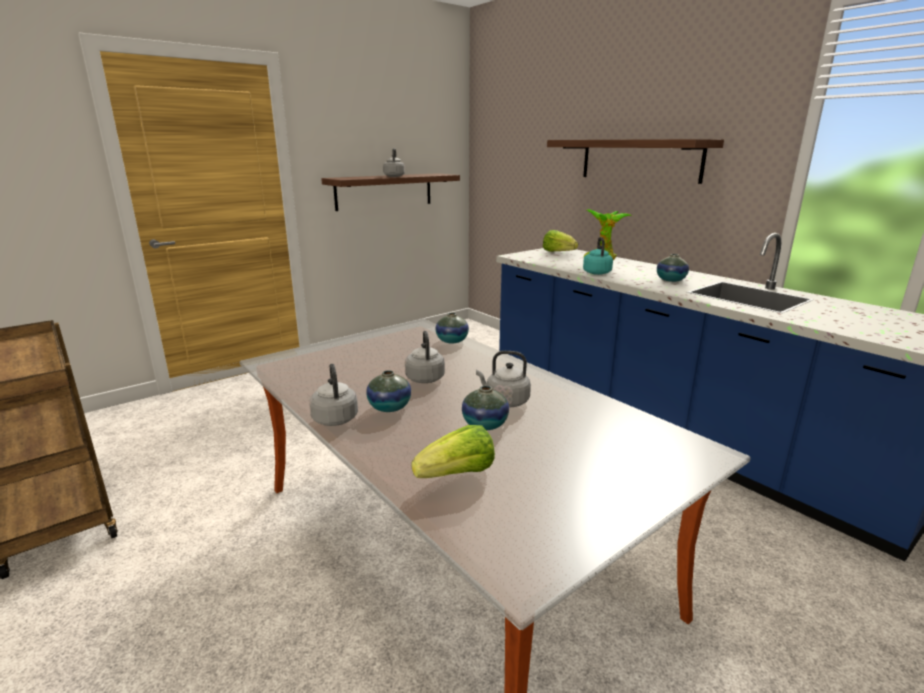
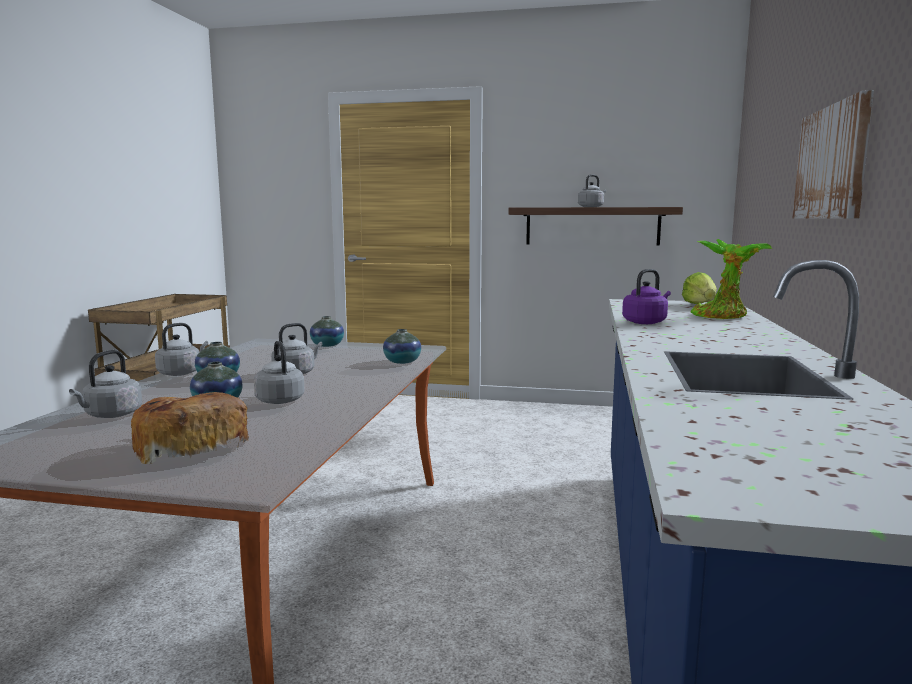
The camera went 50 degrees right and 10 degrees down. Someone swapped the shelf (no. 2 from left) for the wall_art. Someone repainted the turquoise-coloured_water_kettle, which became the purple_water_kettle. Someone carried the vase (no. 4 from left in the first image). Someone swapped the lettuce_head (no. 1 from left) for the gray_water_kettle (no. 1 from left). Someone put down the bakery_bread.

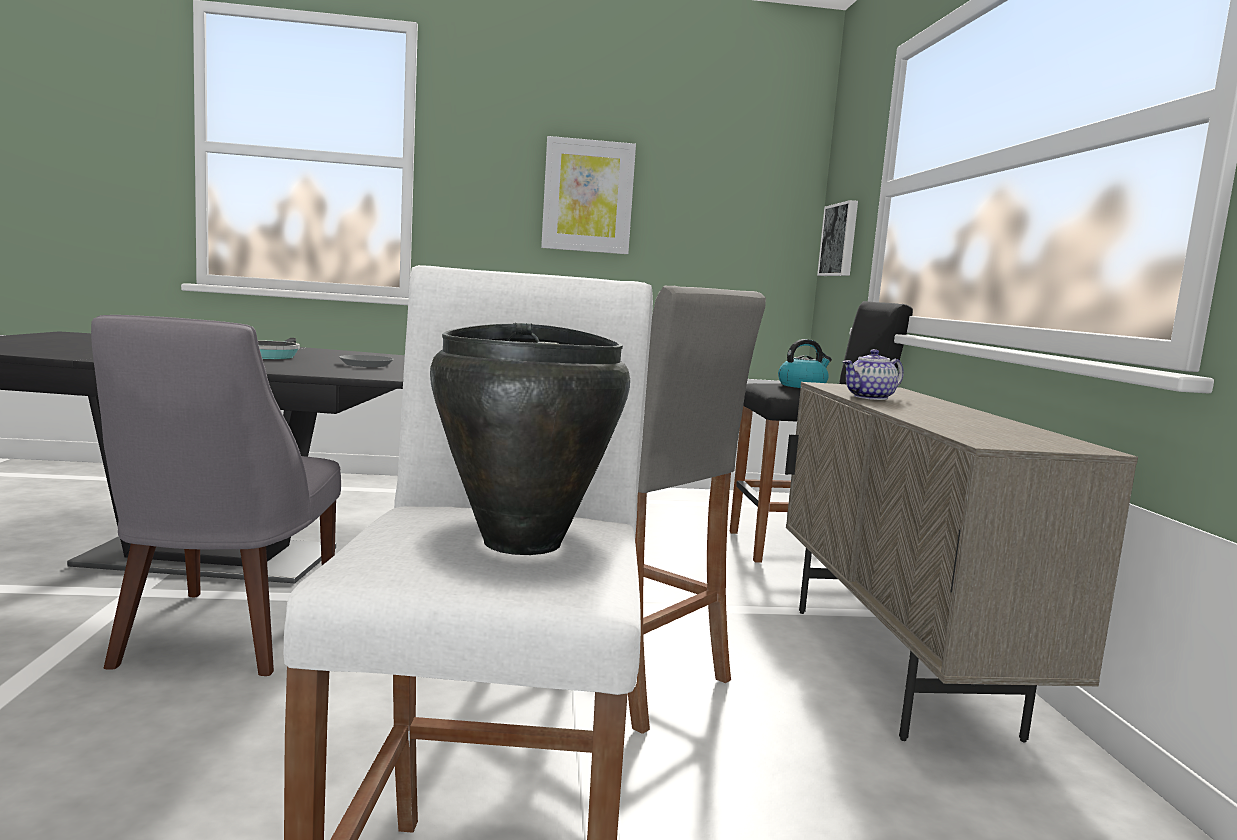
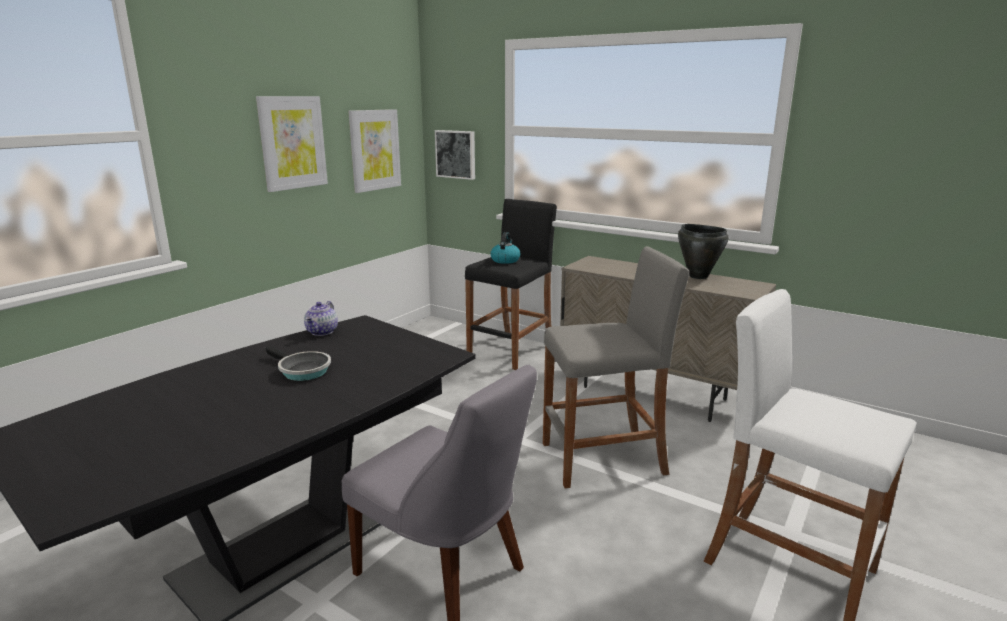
The camera went 50 degrees left and 10 degrees up. Someone carried the blackish_saucepot. Someone carried the tea_pot. Someone took away the gray_plate. Someone put up the wall_art (no. 2 from left).

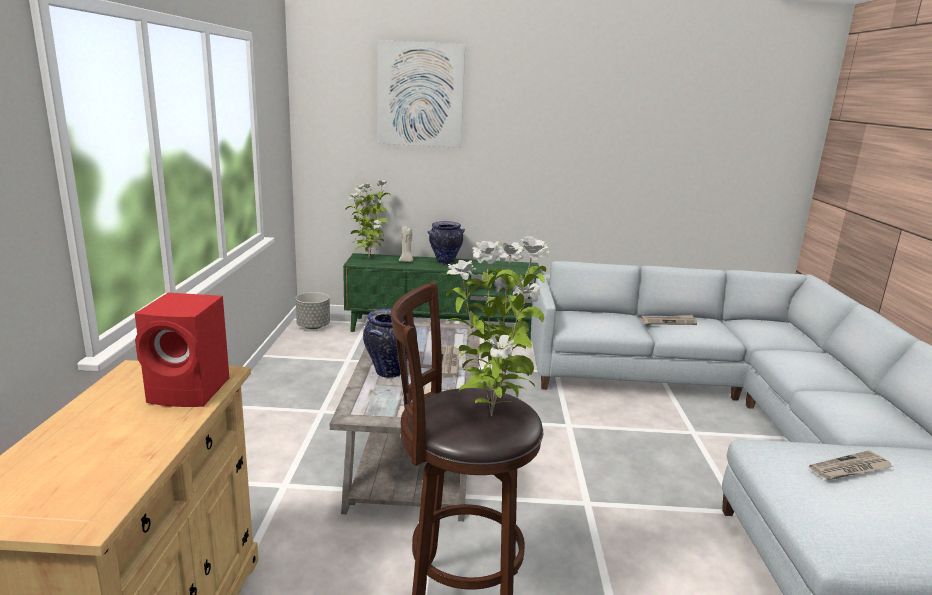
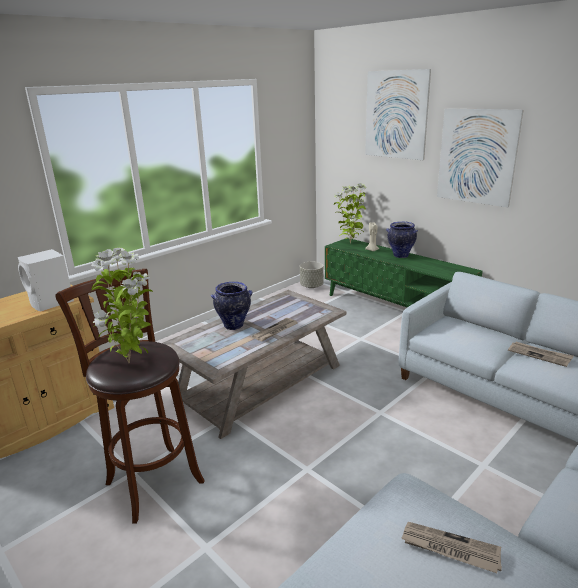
The camera went 45 degrees right and 5 degrees up. Someone repainted the red-coloured_speaker, which became the white-coloured_speaker. Someone put up the wall_art (no. 2 from left).

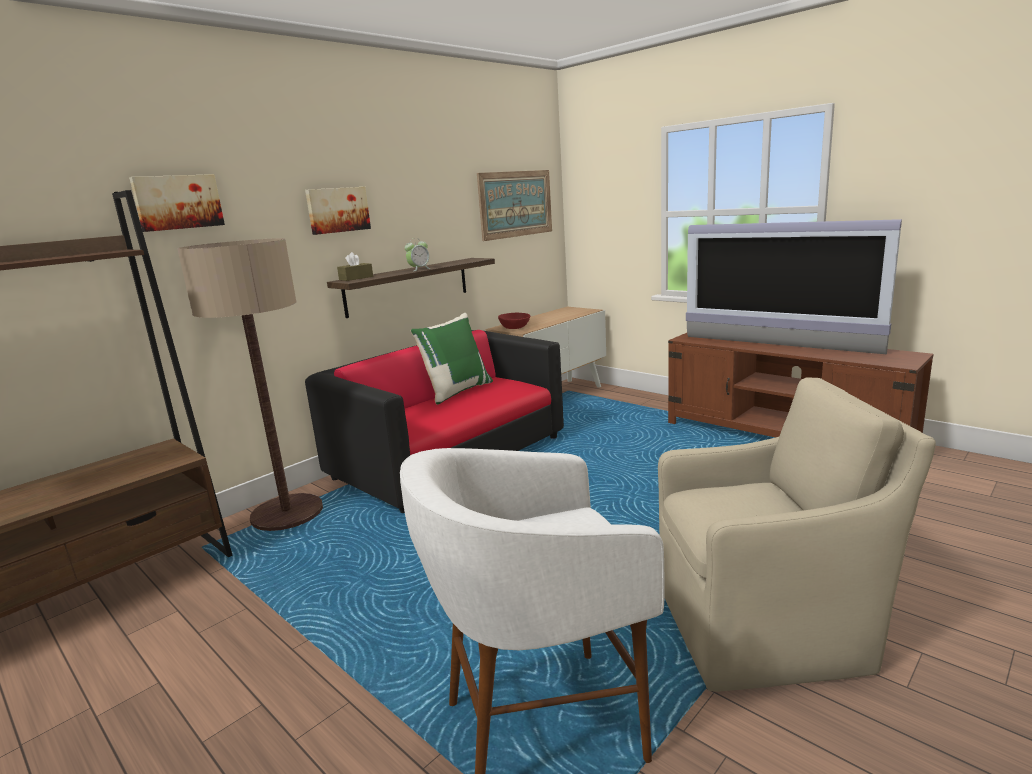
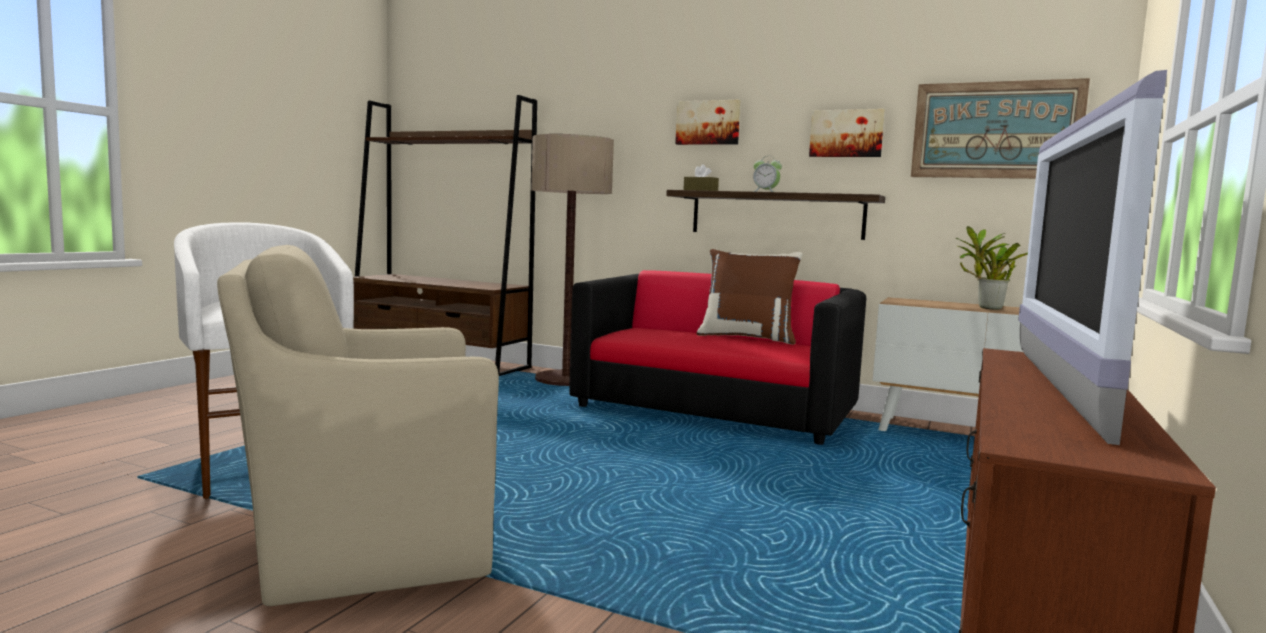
The camera went 70 degrees right and 10 degrees down. Someone carried the wall_art (no. 1 from left in the first image). Someone repainted the greenish_pillow, which became the brownish_pillow. Someone took away the red-coloured_bowl. Someone rotated the sand-coloured_lounge_chair by 90 degrees clockwise. Someone put down the plant_in_a_pot.

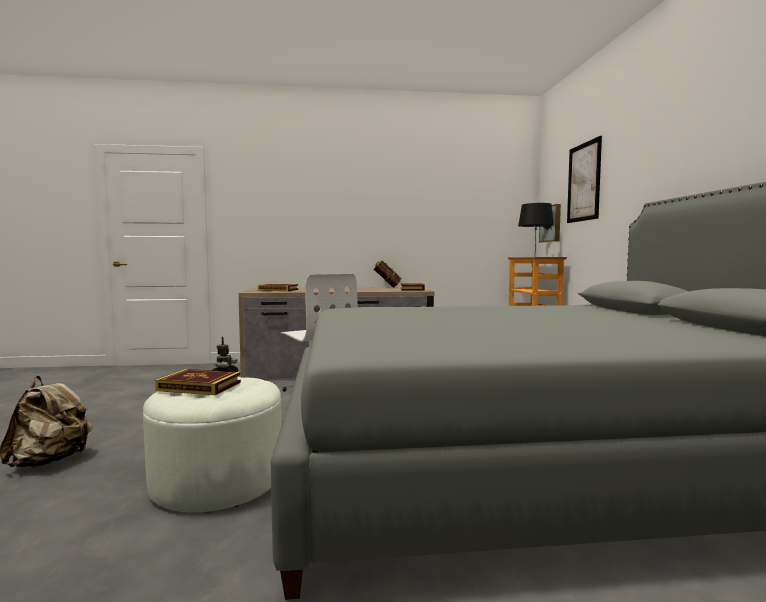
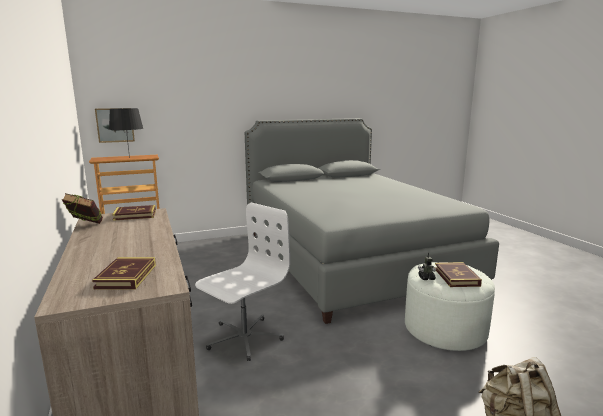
The camera went 105 degrees left and 10 degrees up. Someone took away the wall_art (no. 2 from left).

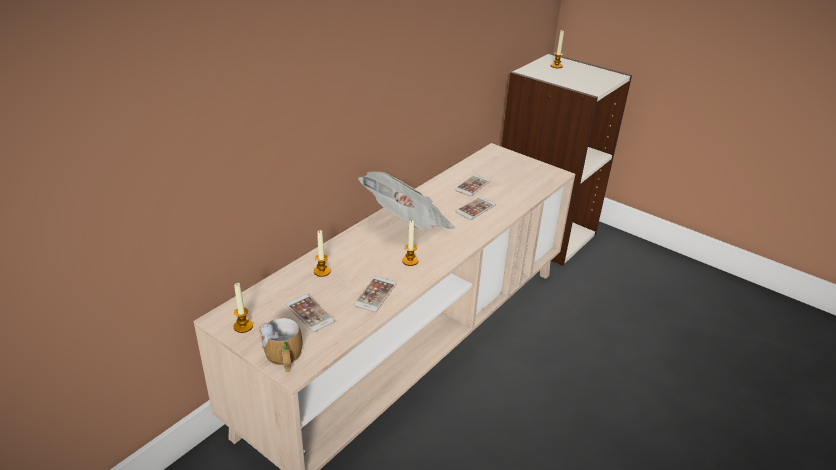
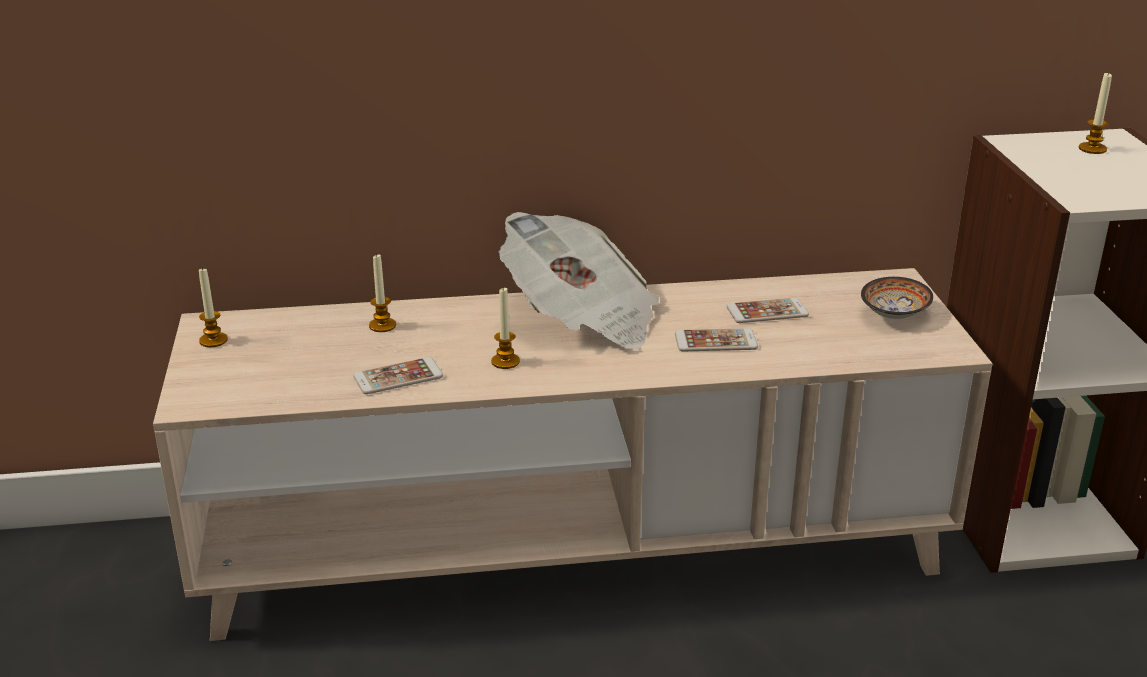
The camera went 45 degrees right and 5 degrees down. Someone took away the handset (no. 1 from left). Someone took away the coffee_mug. Someone put down the bowl.

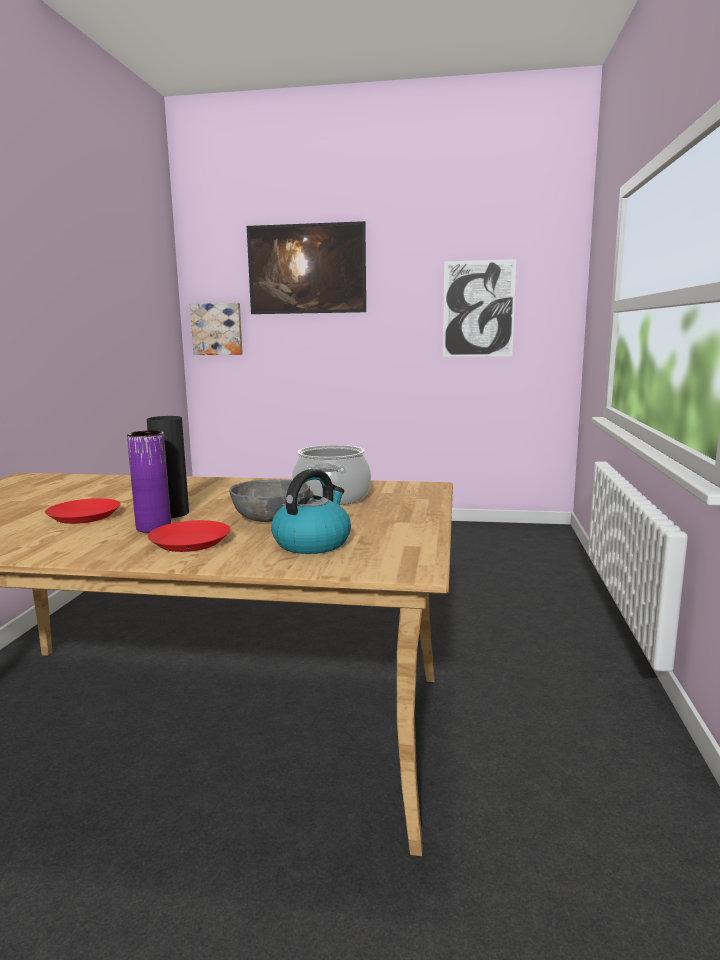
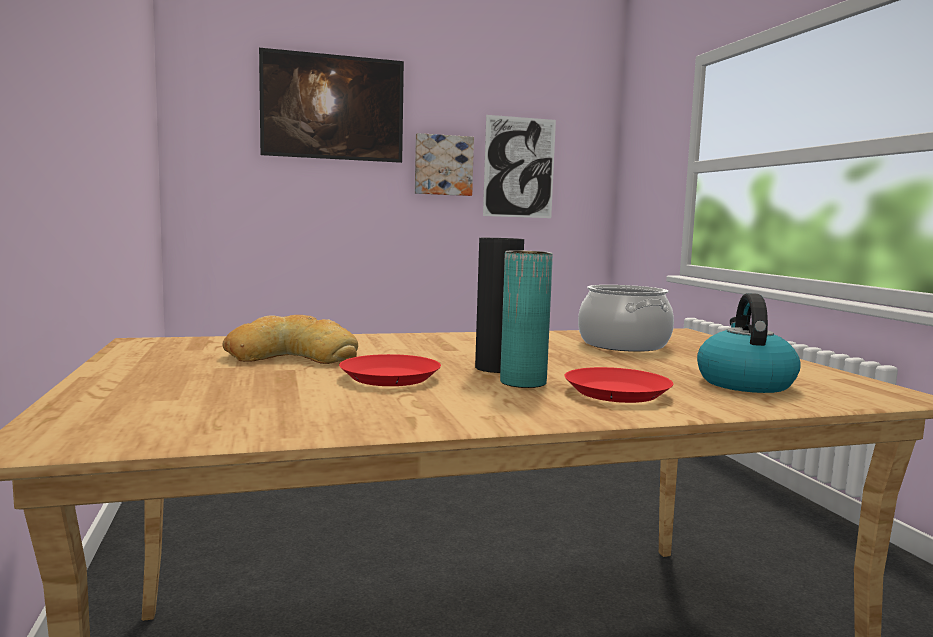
The camera went 25 degrees left and 5 degrees down. Someone carried the wall_art (no. 1 from left in the first image). Someone repainted the purple_vase, which became the turquoise-coloured_vase. Someone took away the gray_bowl. Someone put down the bakery_bread.

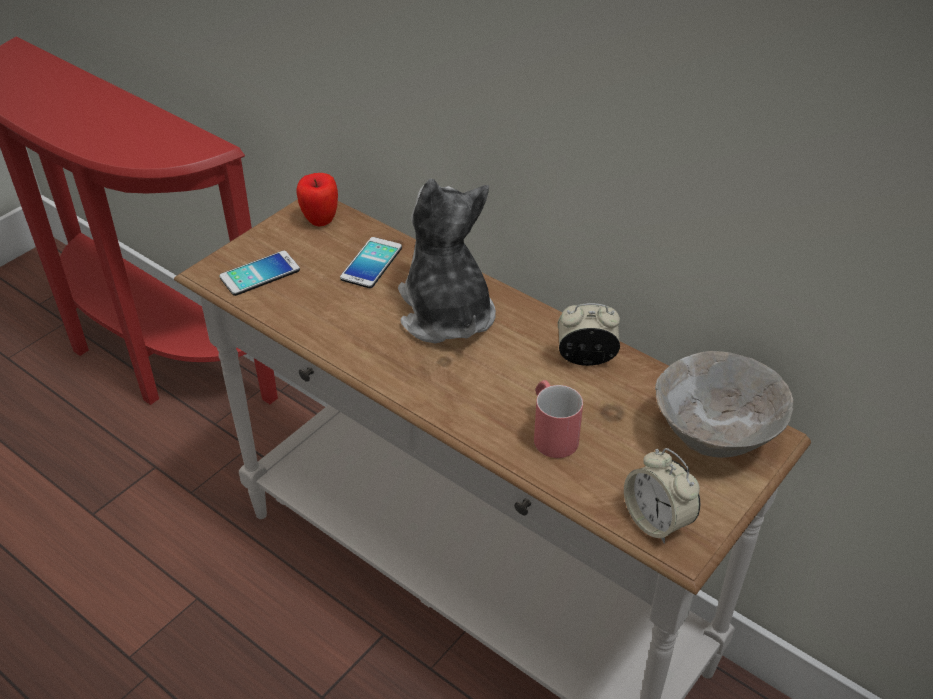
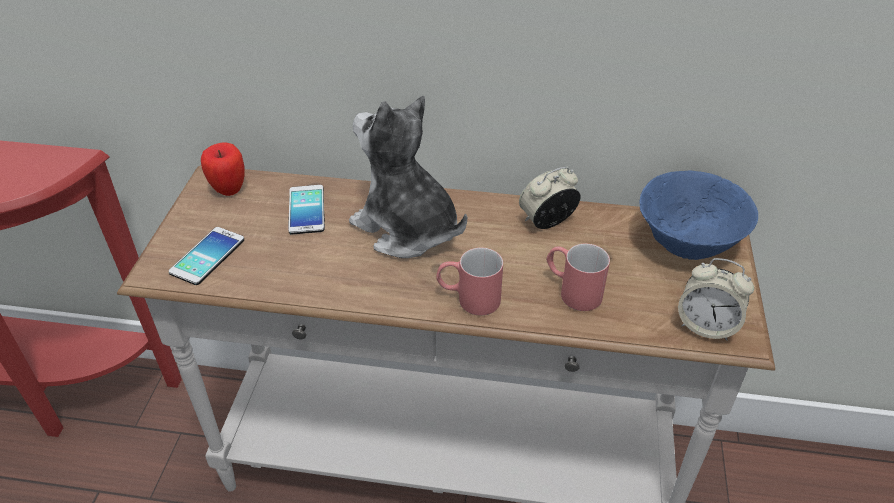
The camera went 30 degrees left and 0 degrees up. Someone repainted the gray_bowl, which became the blue_bowl. Someone put down the red-coloured_coffee_mug (no. 1 from left).

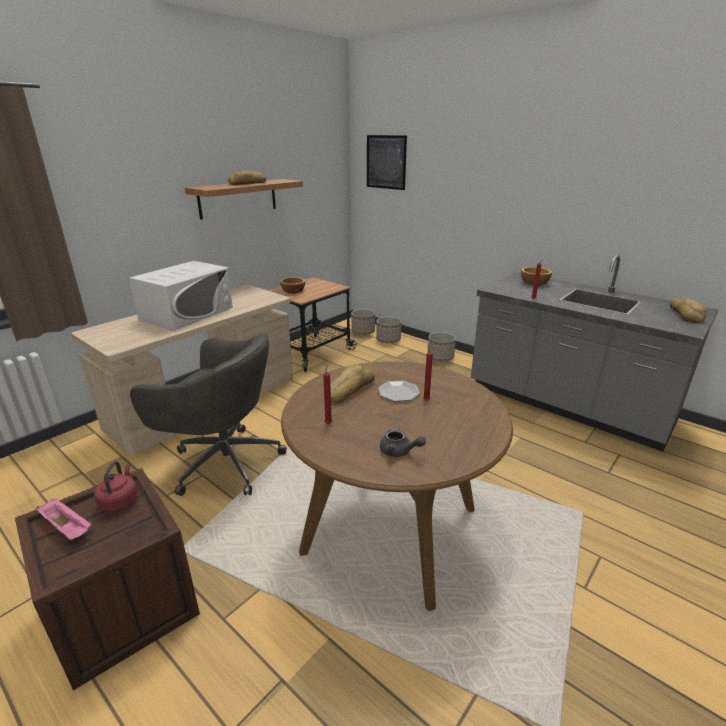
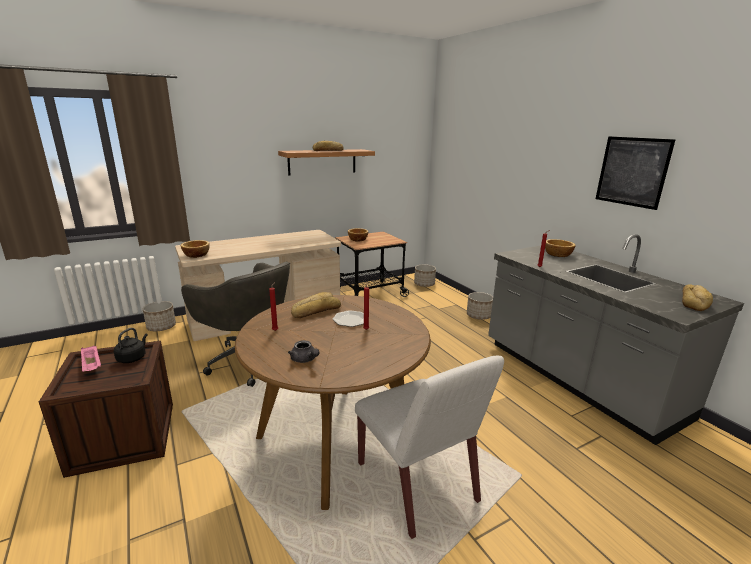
The camera went 20 degrees right and 5 degrees down. Someone carried the wall_art. Someone took away the white-coloured_microwave. Someone carried the flower_pot (no. 2 from left in the first image). Someone repainted the red-coloured_water_kettle, which became the blackish_water_kettle. Someone put down the bowl (no. 1 from left). Someone put down the white-coloured_upright_chair.

